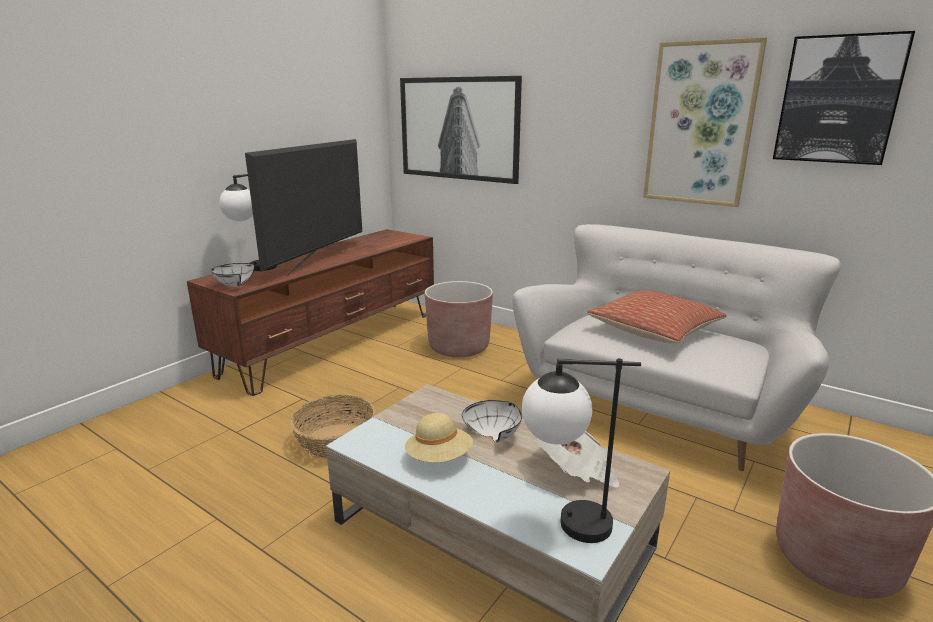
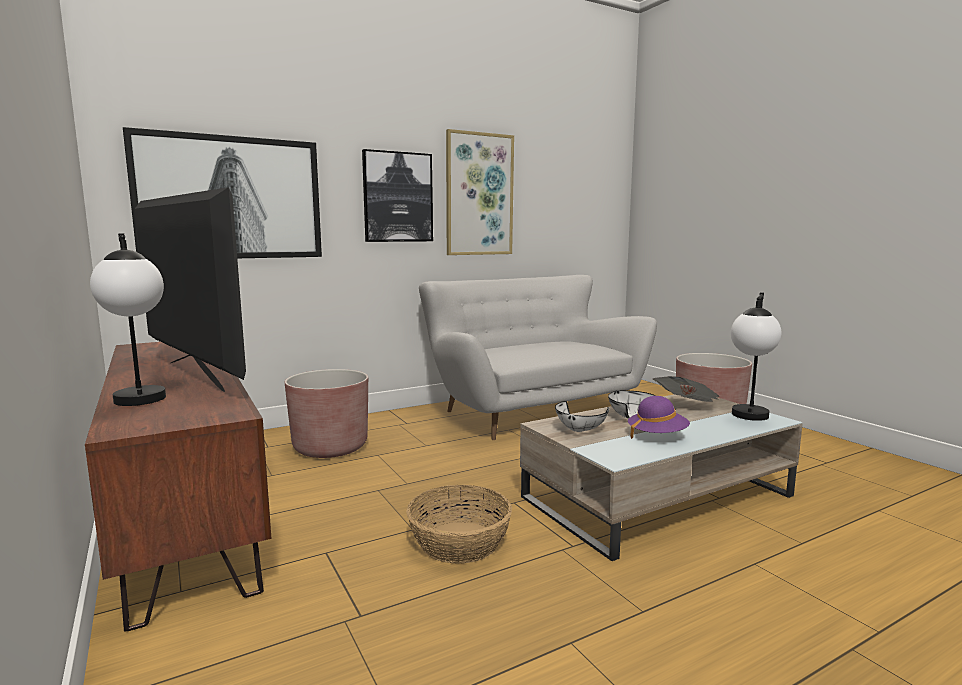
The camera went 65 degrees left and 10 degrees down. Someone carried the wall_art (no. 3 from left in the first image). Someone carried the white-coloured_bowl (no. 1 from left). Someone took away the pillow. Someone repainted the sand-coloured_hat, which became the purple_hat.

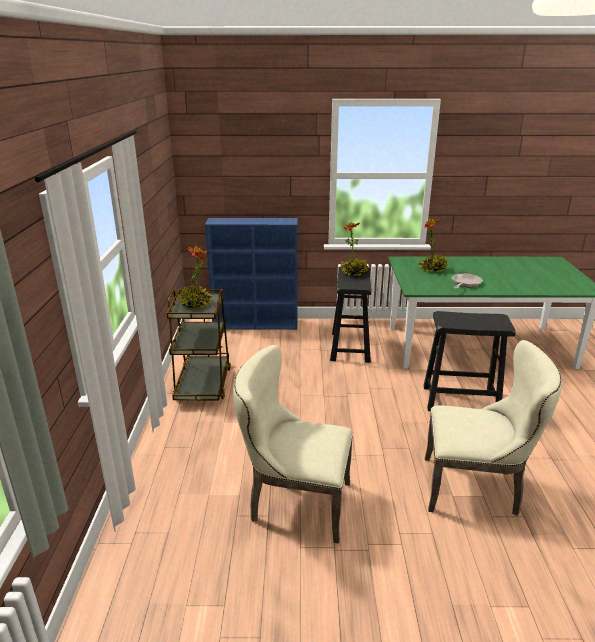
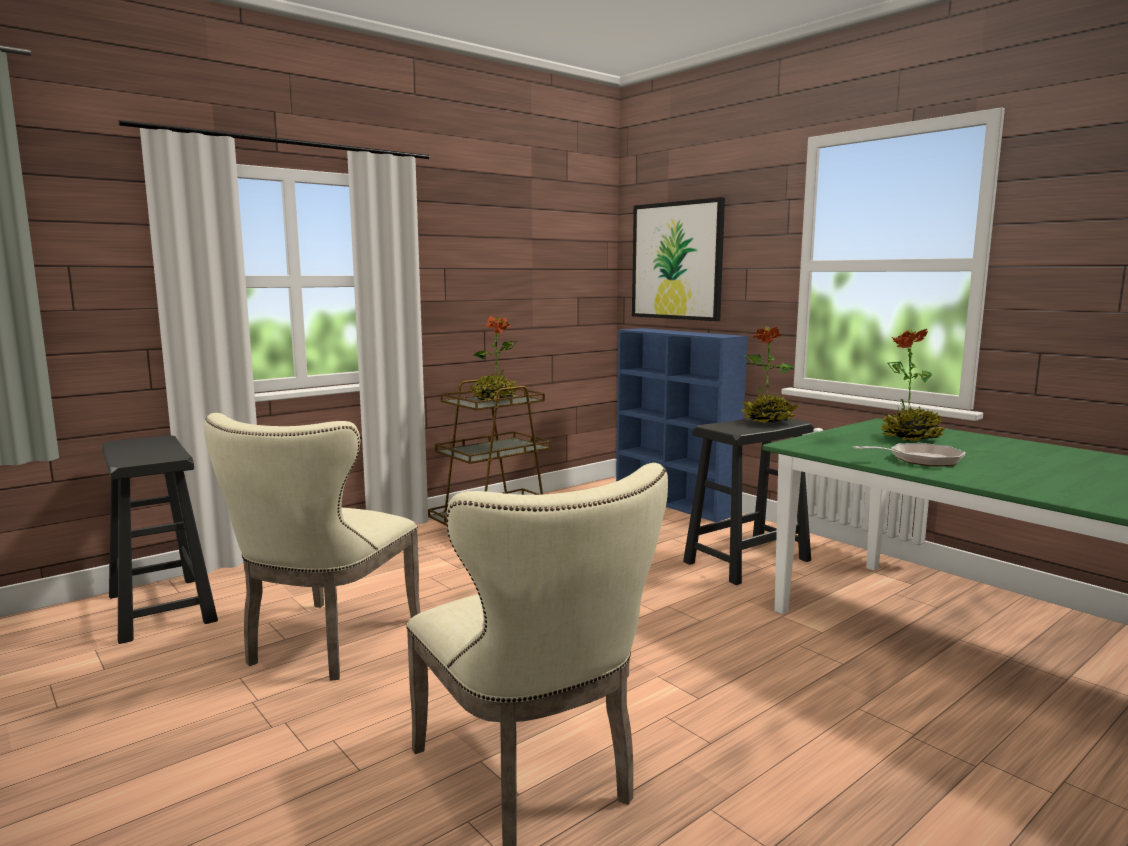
The camera went 50 degrees right and 15 degrees down. Someone carried the blackish_stool_seat (no. 2 from left in the first image). Someone rotated the sand-coloured_upright_chair (no. 1 from left) by 135 degrees counterclockwise. Someone put up the wall_art.

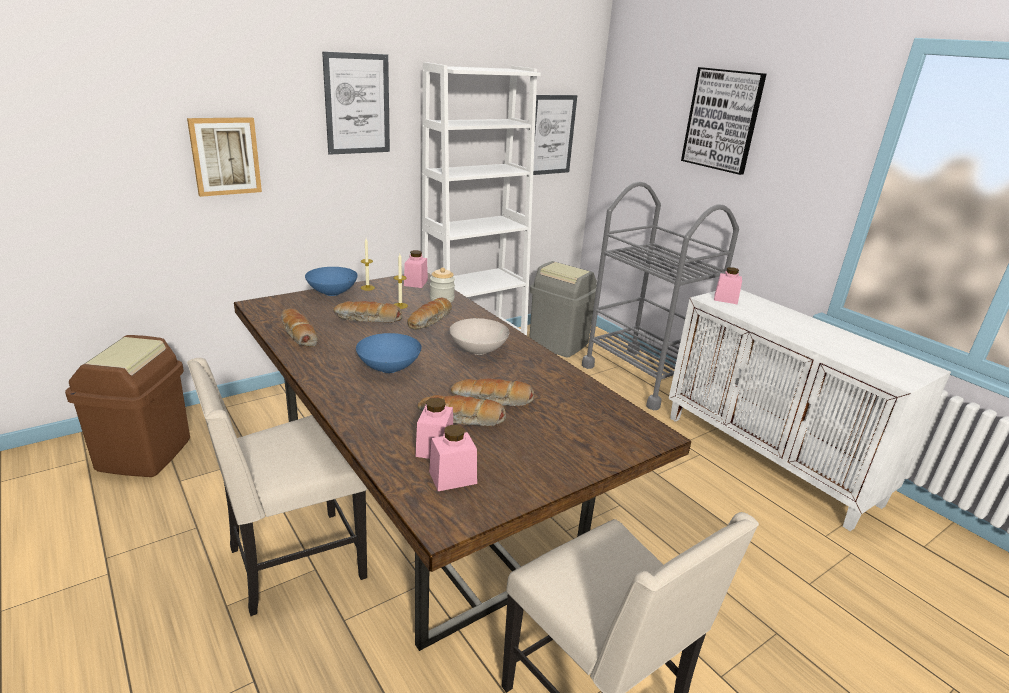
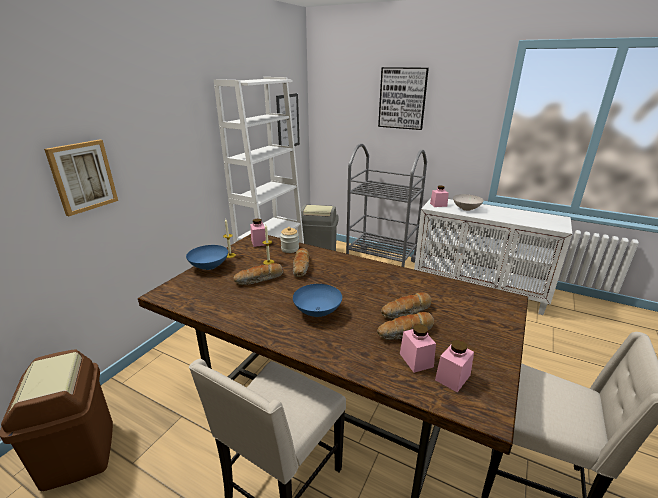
The camera went 25 degrees left and 0 degrees up. Someone took away the wall_art (no. 2 from left). Someone took away the bakery_bread (no. 1 from left). Someone carried the white-coloured_bowl.

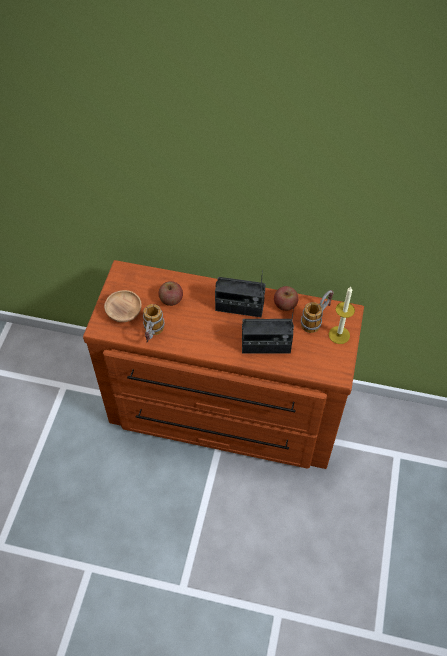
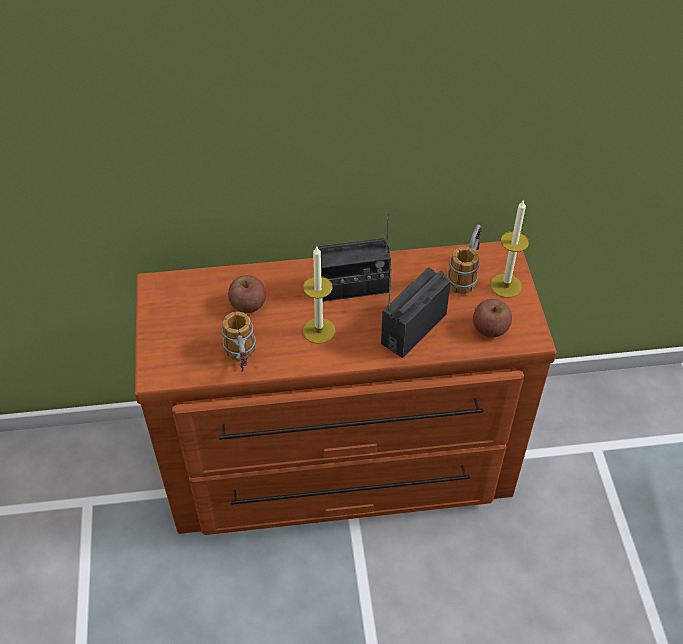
The camera went 20 degrees left and 5 degrees down. Someone carried the whole_apple (no. 2 from left). Someone took away the brownish_bowl. Someone rotated the radio_receiver (no. 2 from left) by 150 degrees clockwise. Someone put down the wax_candle (no. 1 from left).

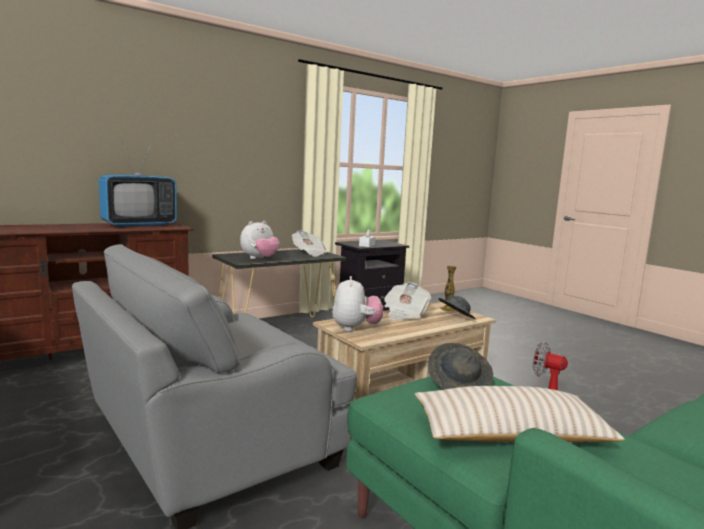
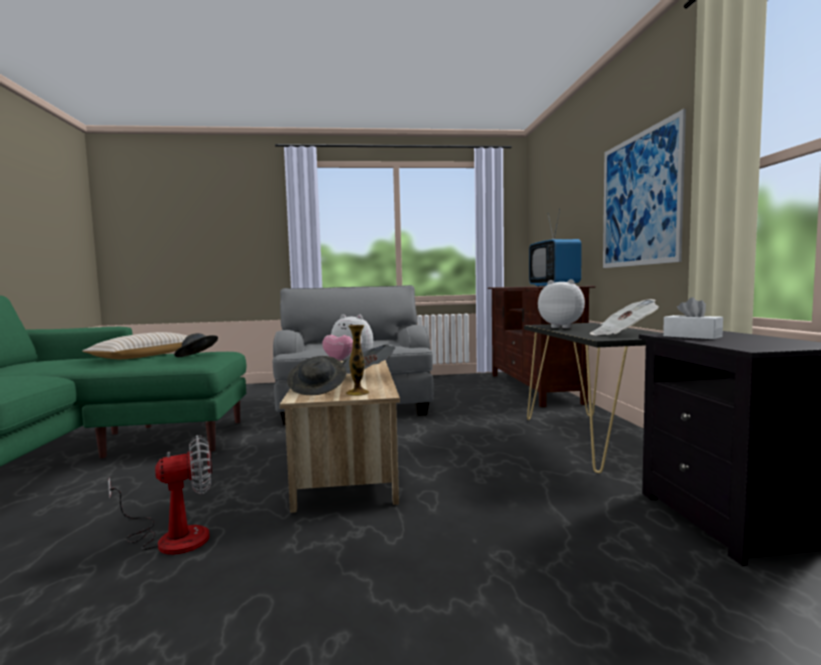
The camera went 120 degrees right and 5 degrees down. Someone rotated the plush_toy (no. 1 from left in the first image) by 135 degrees clockwise. Someone put up the wall_art.

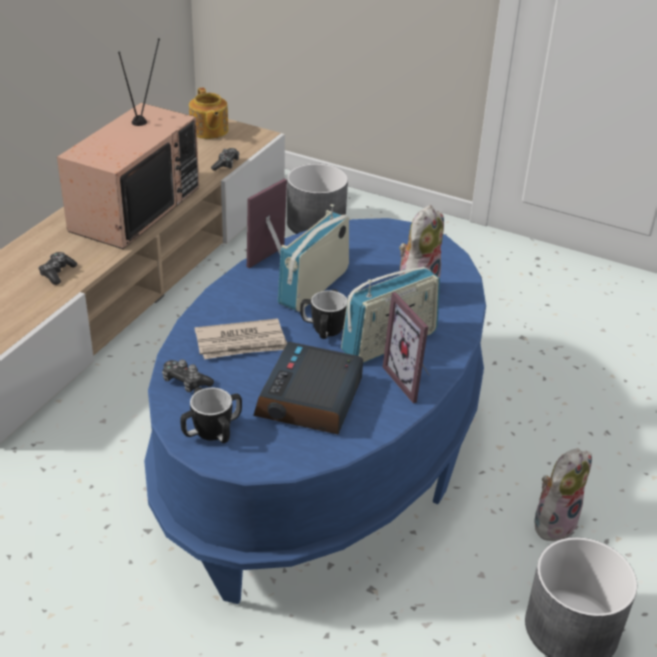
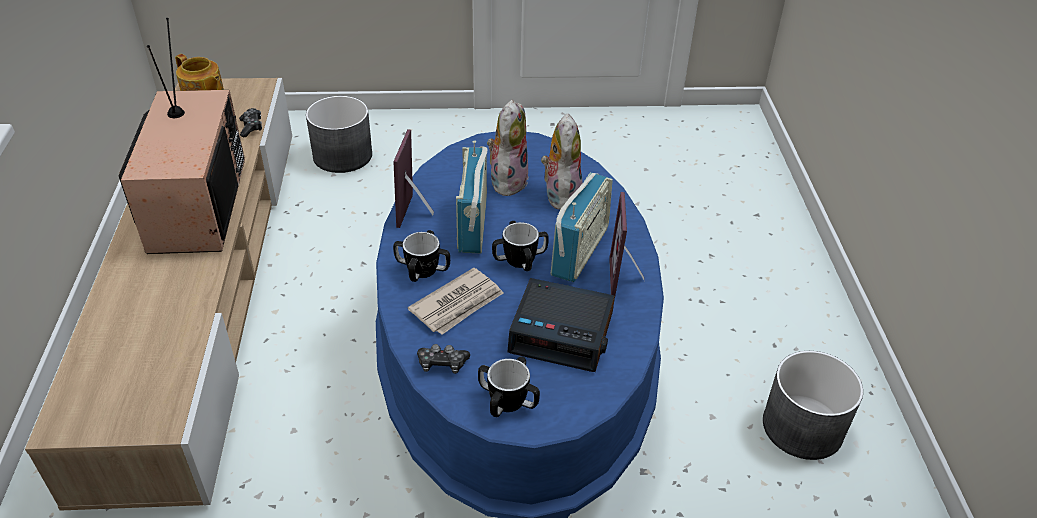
The camera went 30 degrees left and 5 degrees up. Someone took away the joypad (no. 1 from left). Someone rotated the standing_frame (no. 2 from left) by 60 degrees clockwise. Someone rotated the alarm_clock by 60 degrees counterclockwise. Someone carried the plush_toy (no. 2 from left in the first image). Someone put down the coffee_mug (no. 1 from left).

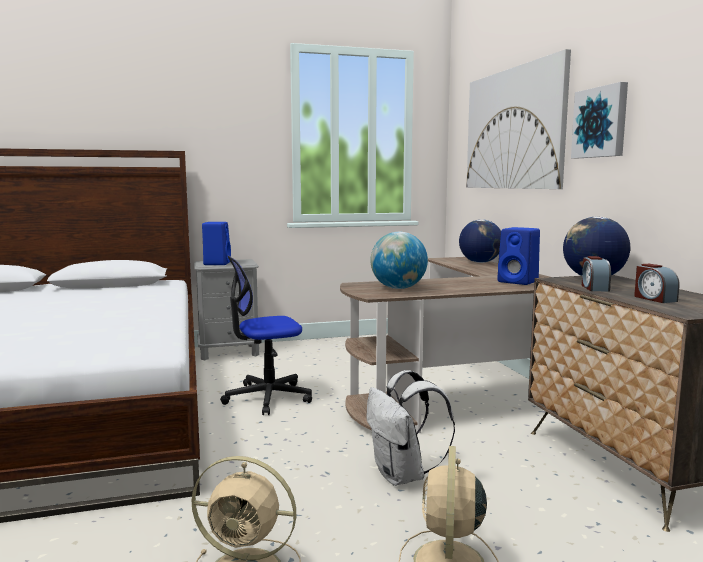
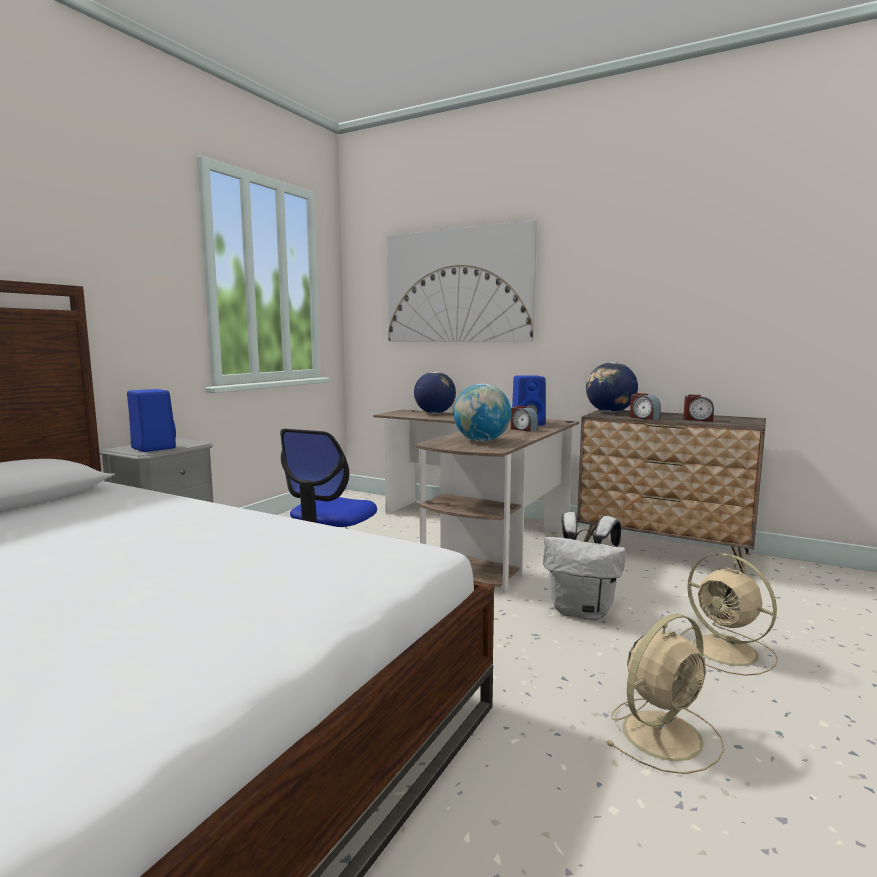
The camera went 45 degrees left and 0 degrees up. Someone took away the wall_art (no. 2 from left). Someone put down the alarm_clock (no. 1 from left).

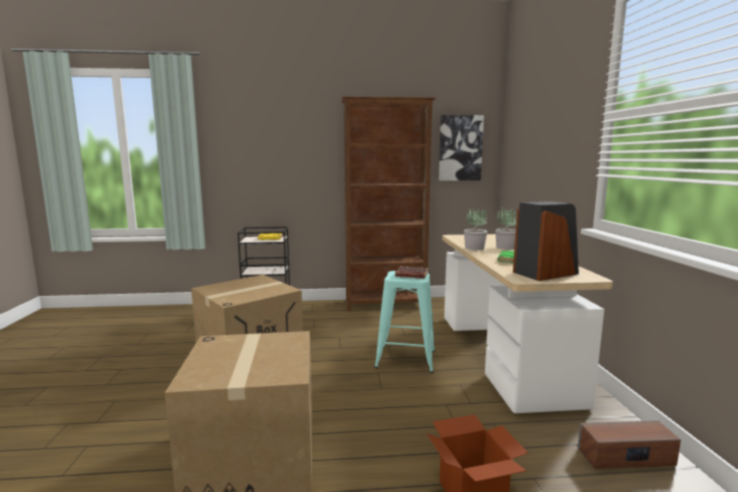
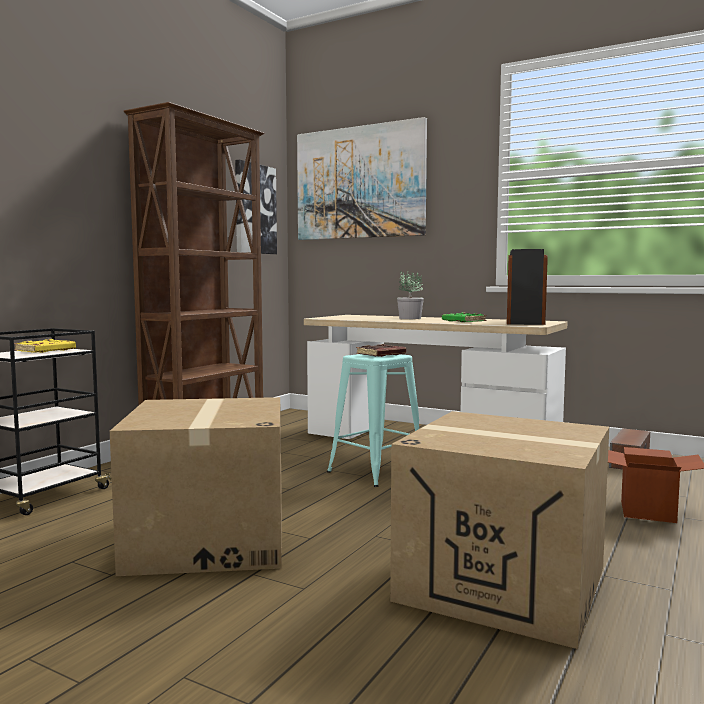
The camera went 55 degrees left and 5 degrees down. Someone took away the plant_in_a_pot (no. 1 from left). Someone put up the wall_art (no. 2 from left).

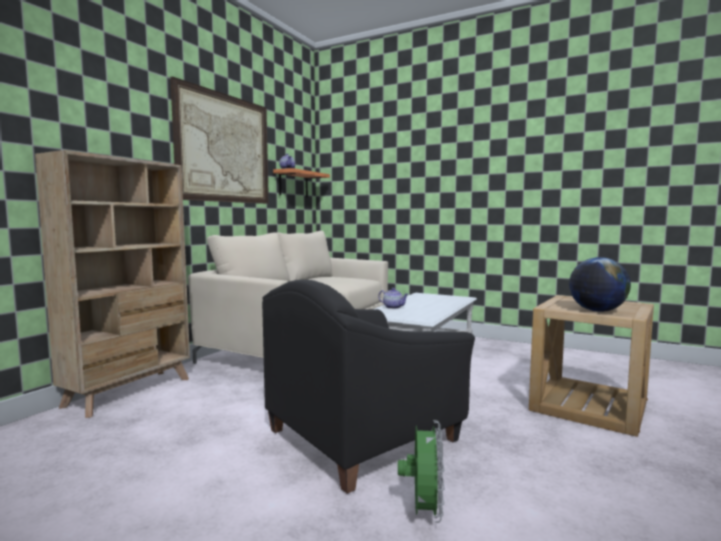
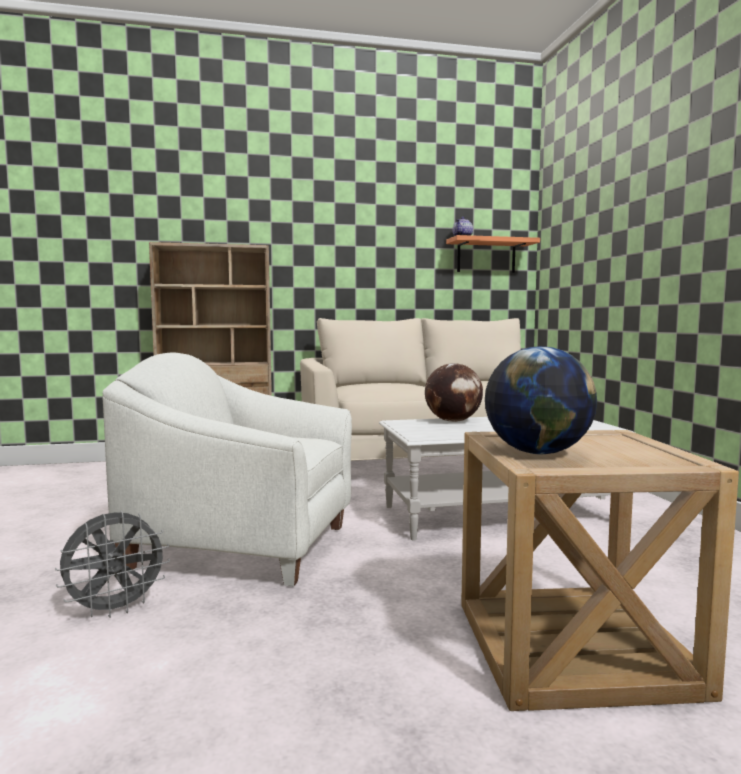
The camera went 50 degrees right and 0 degrees up. Someone took away the wall_art. Someone repainted the blackish_lounge_chair, which became the white-coloured_lounge_chair. Someone swapped the tea_pot (no. 2 from left) for the desk_globe (no. 1 from left). Someone repainted the greenish_electric_fan, which became the gray_electric_fan.

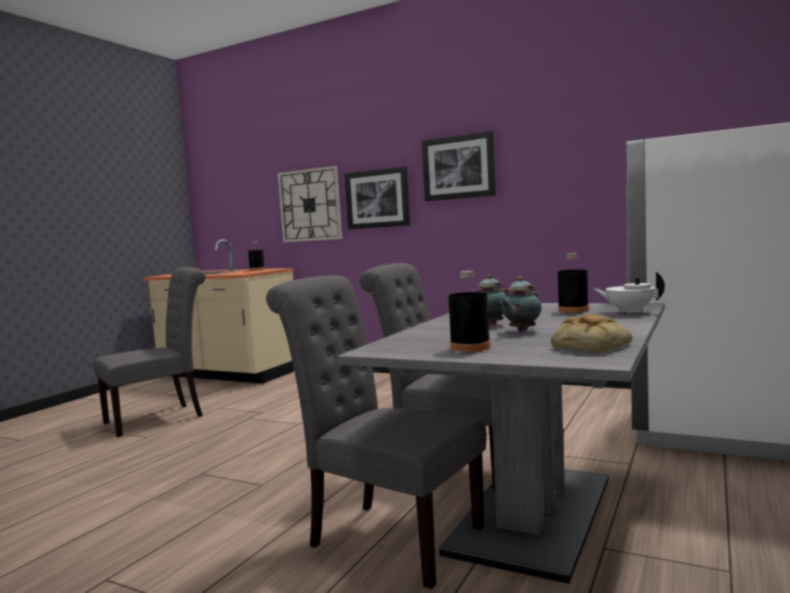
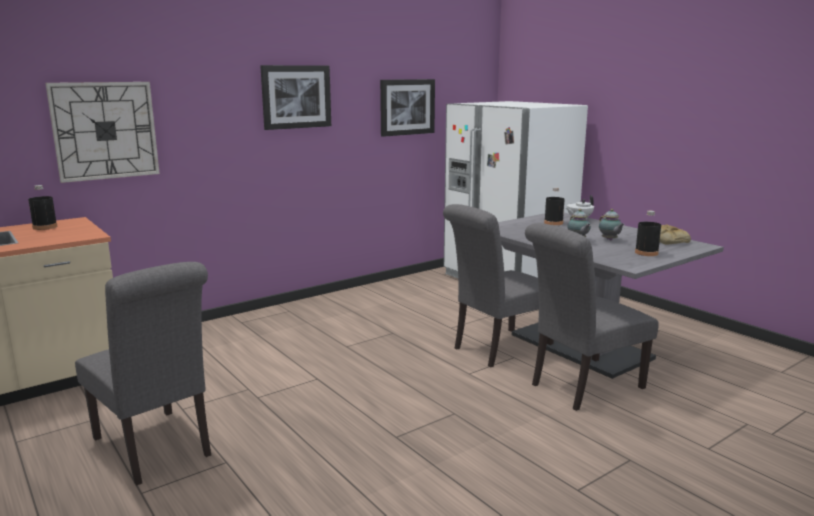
The camera went 65 degrees left and 10 degrees up. Someone carried the wall_art (no. 1 from left in the first image). Someone rotated the gray_upright_chair (no. 1 from left) by 150 degrees clockwise.

